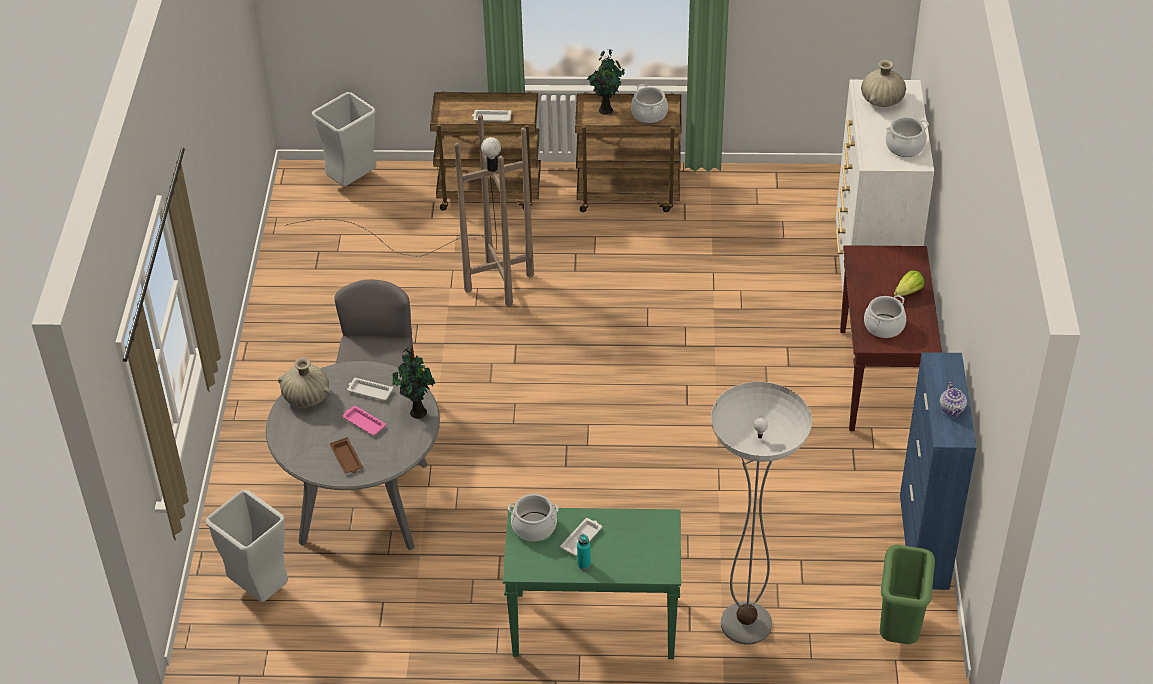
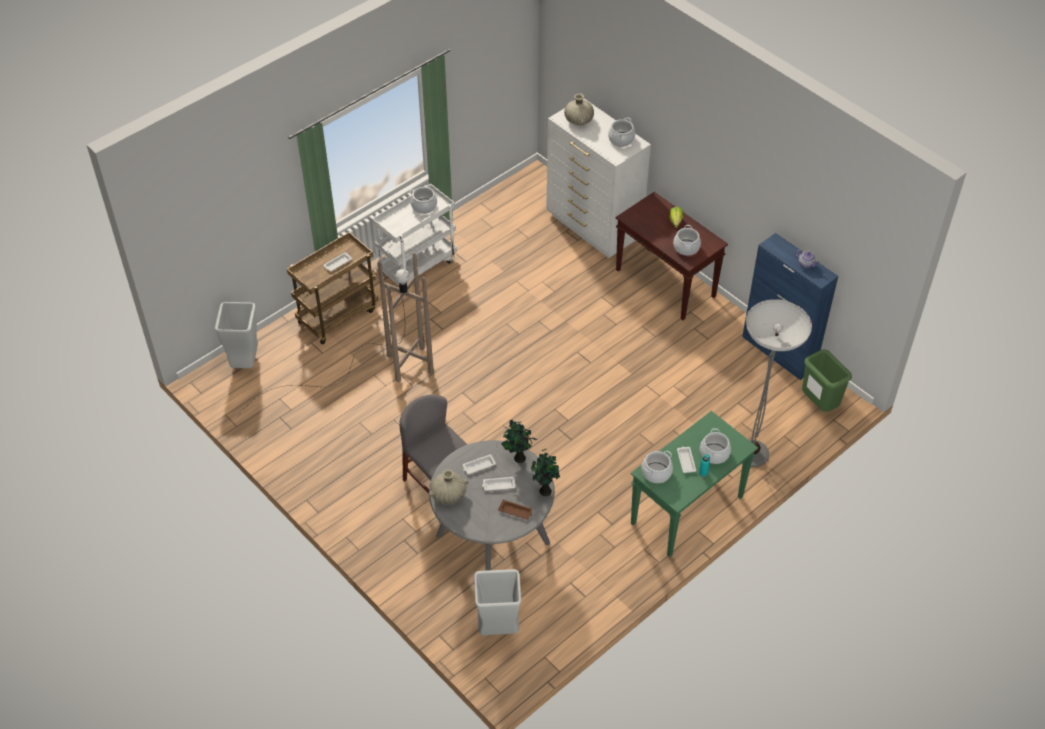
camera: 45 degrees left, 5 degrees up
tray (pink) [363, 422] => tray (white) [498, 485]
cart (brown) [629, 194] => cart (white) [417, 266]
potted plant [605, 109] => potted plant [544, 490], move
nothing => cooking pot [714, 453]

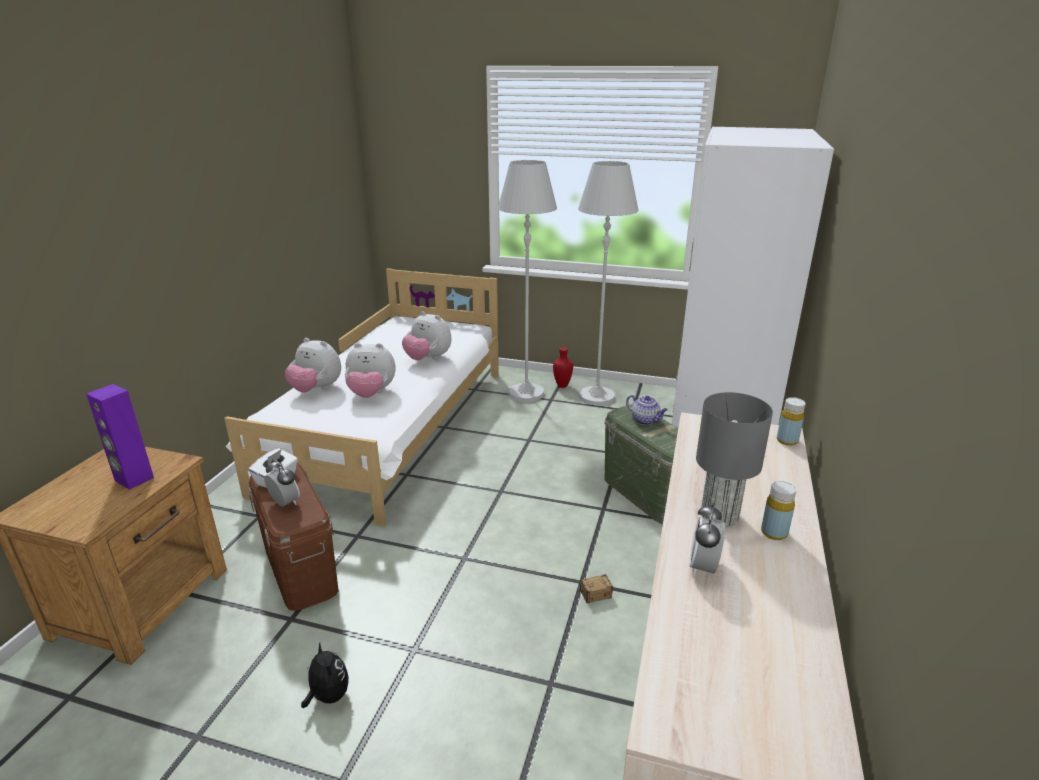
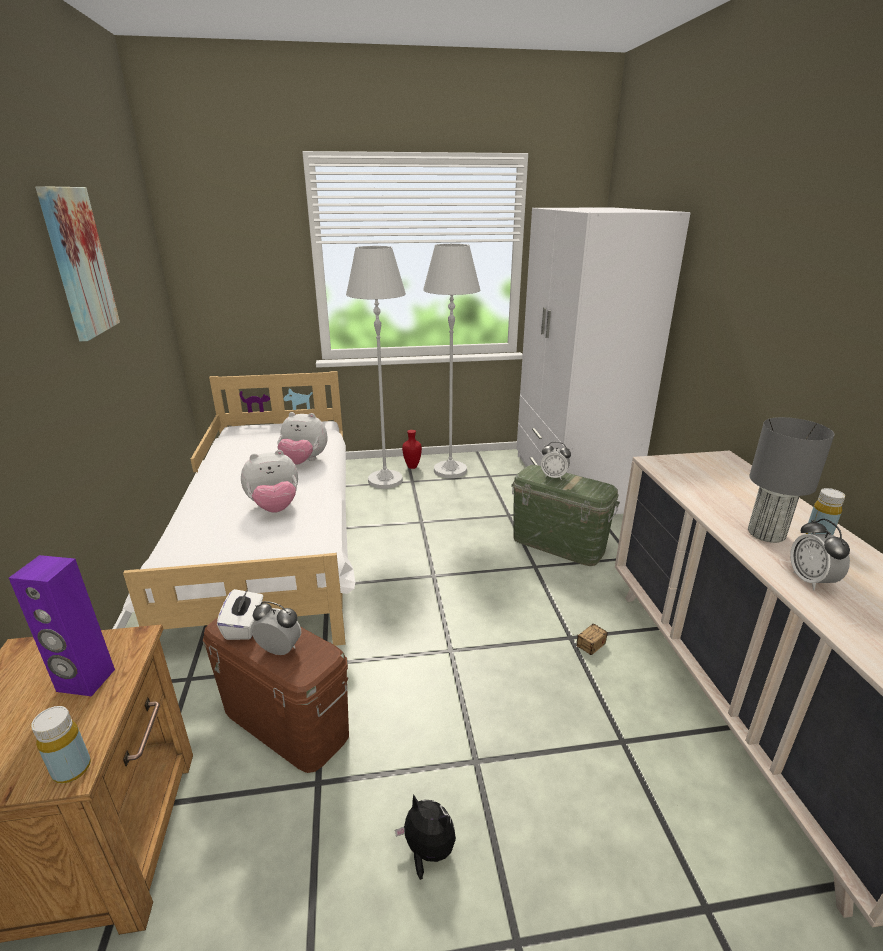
camera: 25 degrees left, 0 degrees up
plush toy [316, 389] => nothing
teapot [645, 420] => alarm clock [554, 476]
bottle (yellow) [787, 441] => bottle (yellow) [72, 769], move
nothing => picture [78, 263]

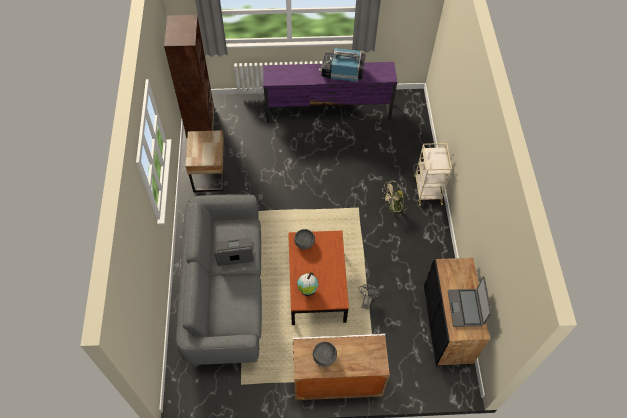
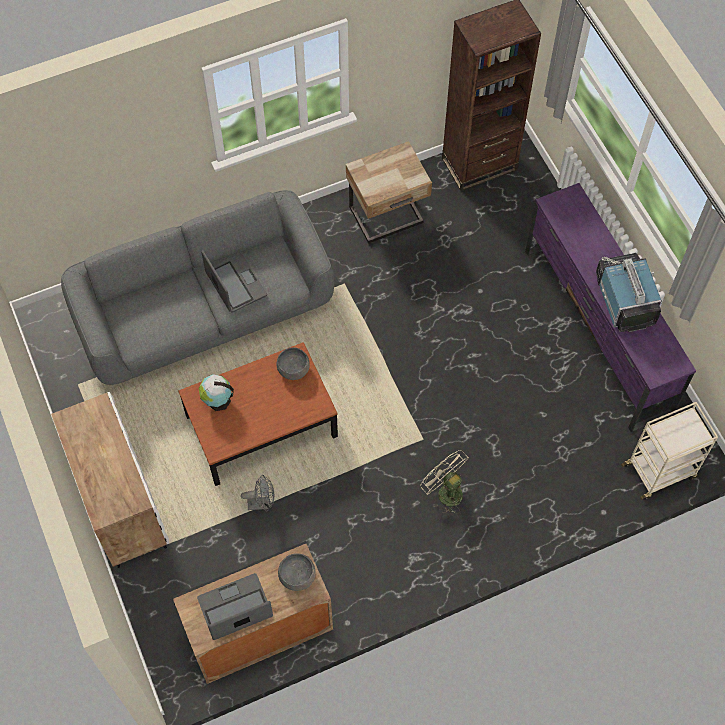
camera: 70 degrees right, 5 degrees up
bowl (grey) [324, 357] => bowl (grey) [297, 577], move
cart (beige) [427, 190] => cart (beige) [660, 470], move

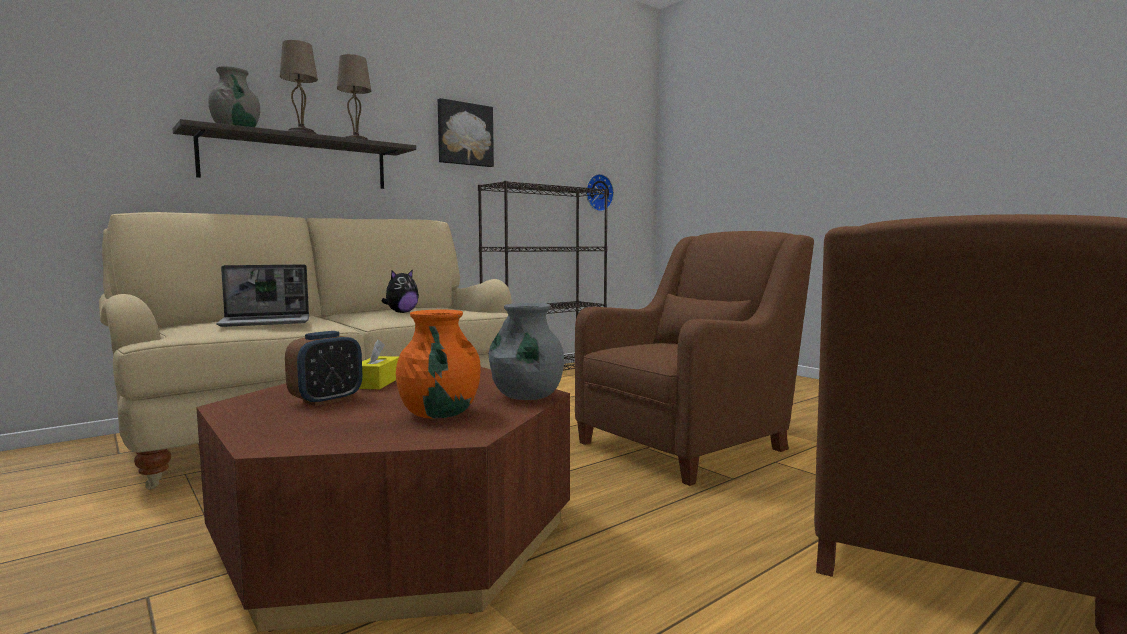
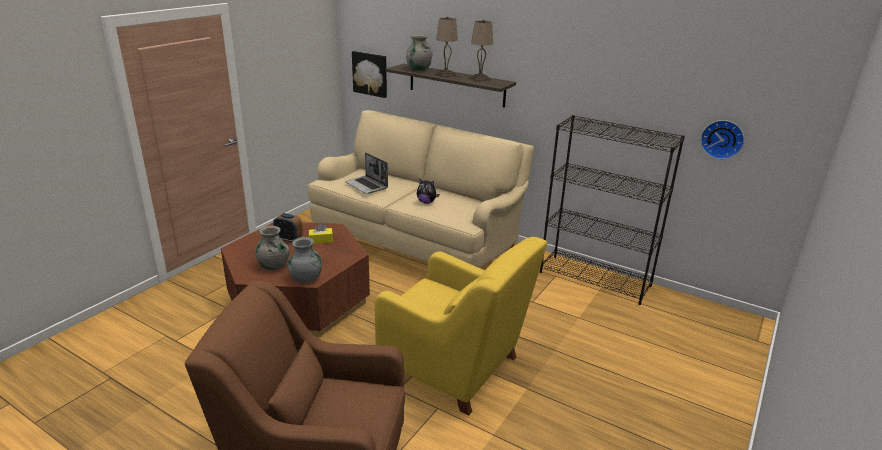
camera: 70 degrees right, 20 degrees up
vase (orange) [439, 413] => vase (grey) [274, 266]
picture [464, 134] => picture [370, 74], move
armchair (brown) [688, 444] => armchair (yellow) [454, 367]

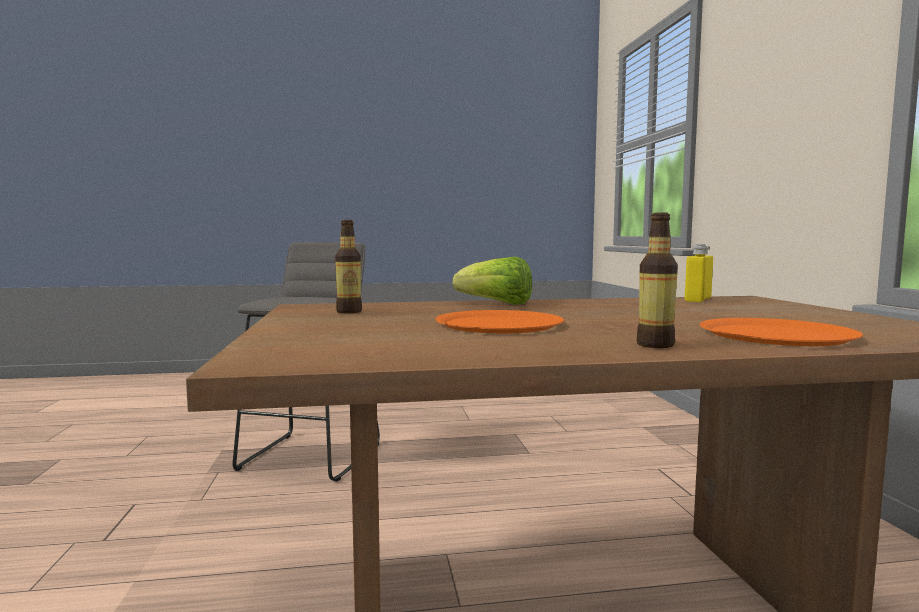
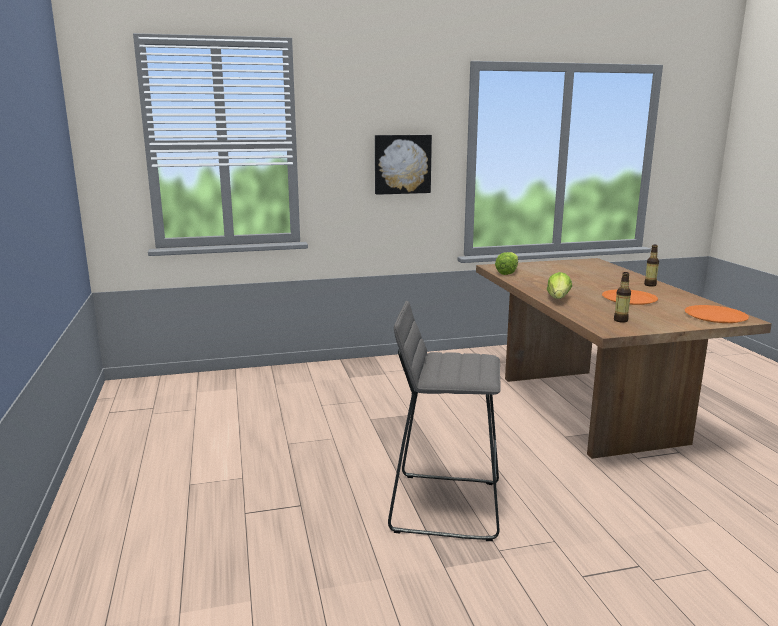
camera: 95 degrees left, 10 degrees up
bottle (yellow) [698, 300] => lettuce [507, 272]
plate (orange) [775, 334] => plate (orange) [715, 315], move
nothing => picture [402, 164]

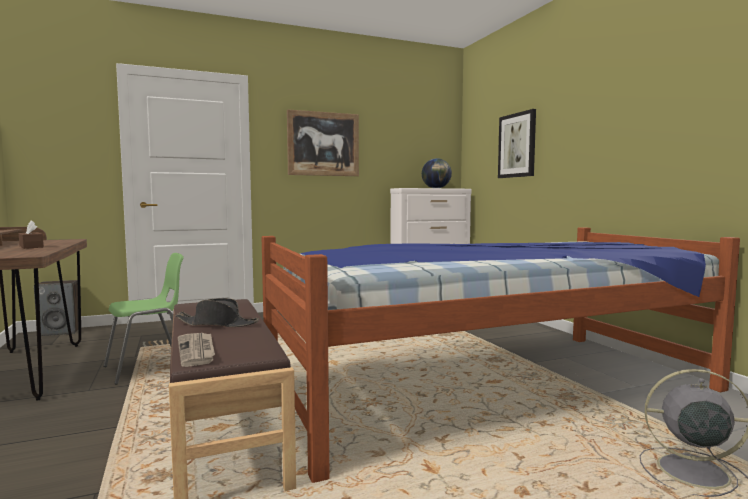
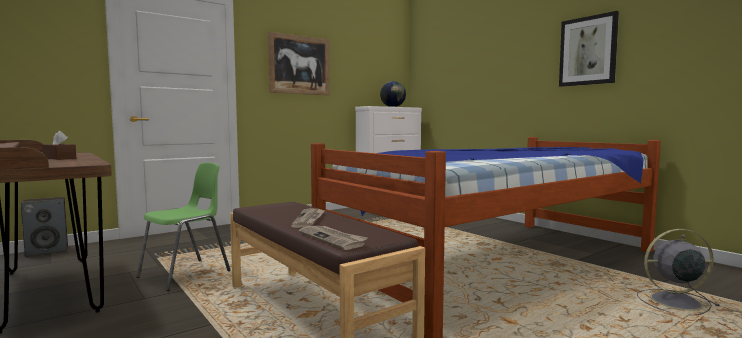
camera: 15 degrees left, 0 degrees up
hat (black) [218, 324] => newspaper [309, 220]
picture [517, 145] => picture [588, 51], move

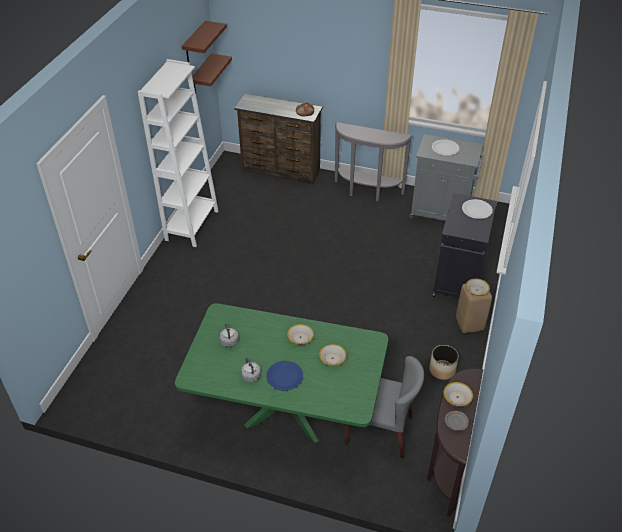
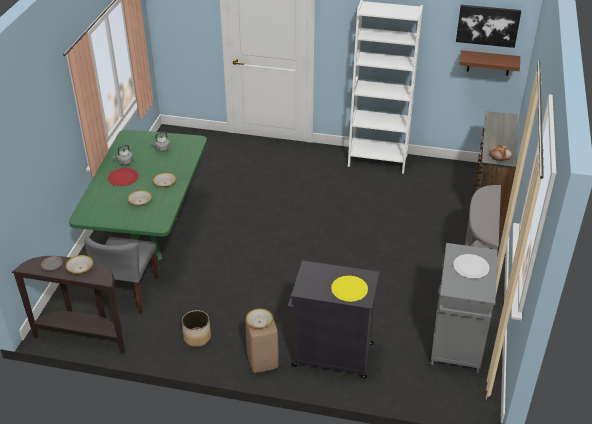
camera: 85 degrees right, 5 degrees down
shelf (brown) [194, 43] => picture [487, 25]
plate (blue) [284, 376] => plate (red) [123, 178]
plate (white) [476, 210] => plate (yellow) [349, 289]

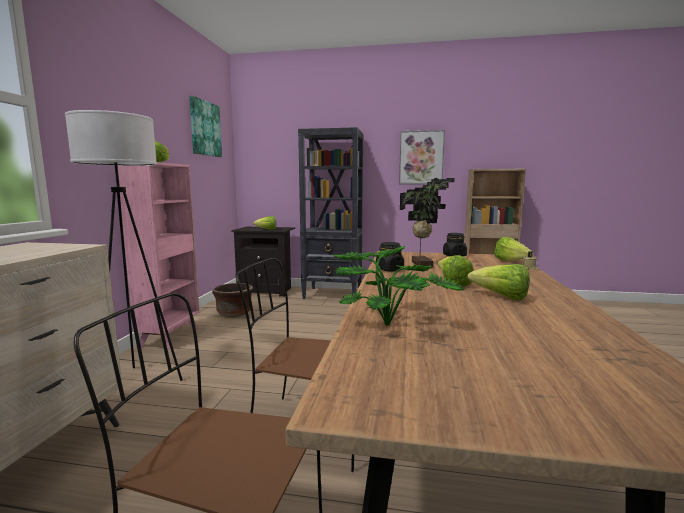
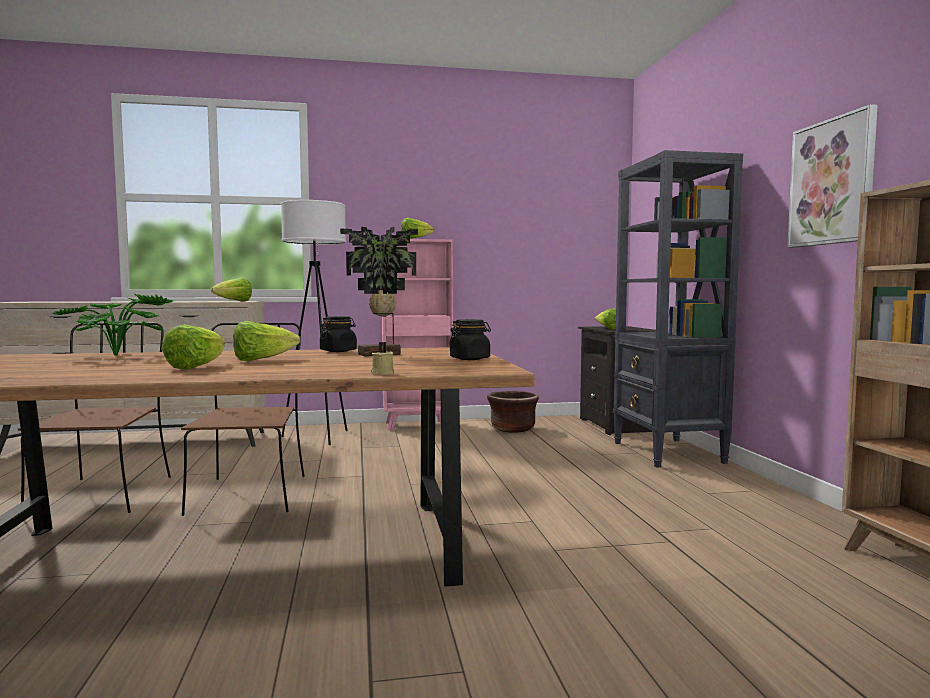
camera: 70 degrees right, 5 degrees down
picture [204, 128] => nothing
lettuce [511, 262] => lettuce [234, 301], move

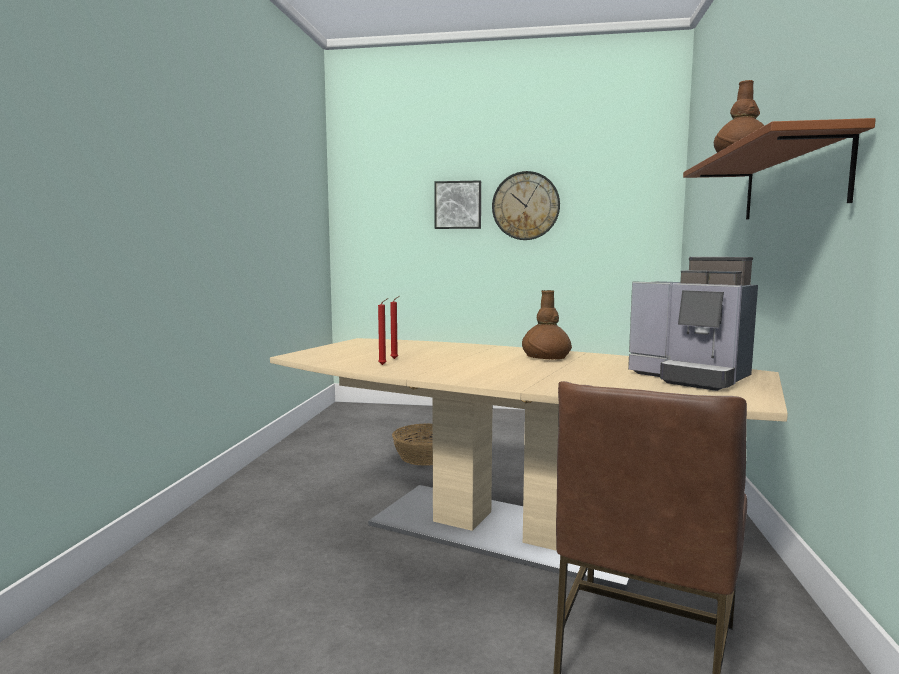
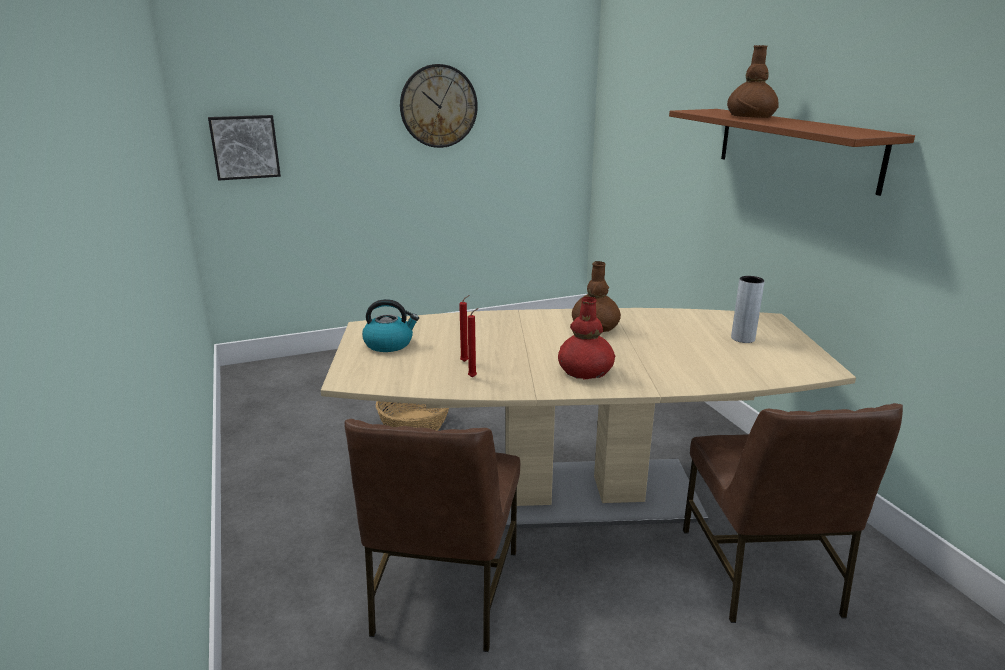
camera: 30 degrees left, 15 degrees up
picture [458, 205] => picture [245, 147], move
coffee machine [690, 378] => vase (grey) [742, 338]
nothing => chair (brown) [443, 593]
nothing => kettle [389, 344]
nothing => vase (red) [585, 371]

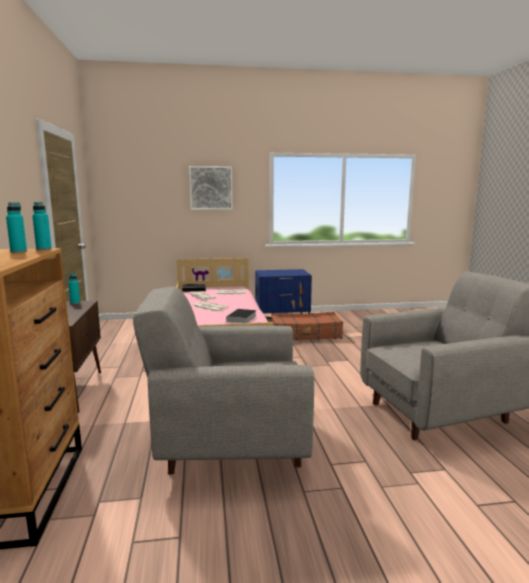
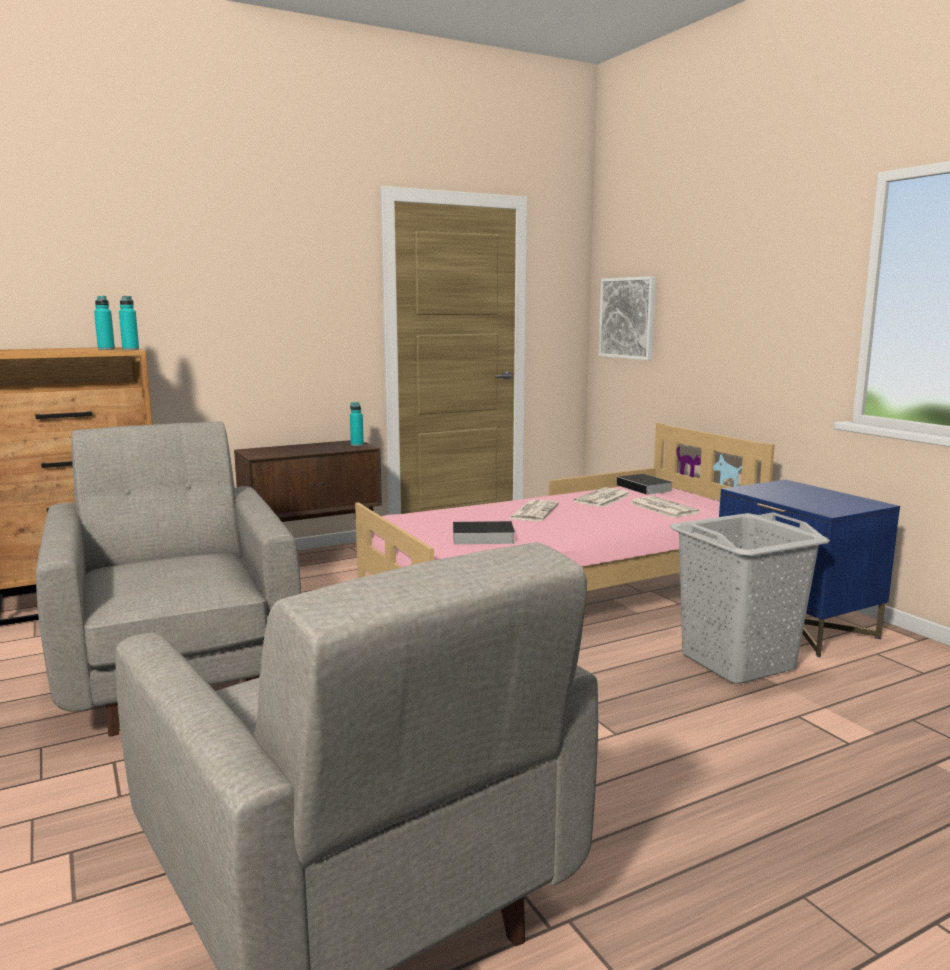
camera: 70 degrees right, 0 degrees up
picture [211, 188] => picture [628, 318], move
suitcase (brown) [306, 334] => laundry basket (grey) [738, 662]

